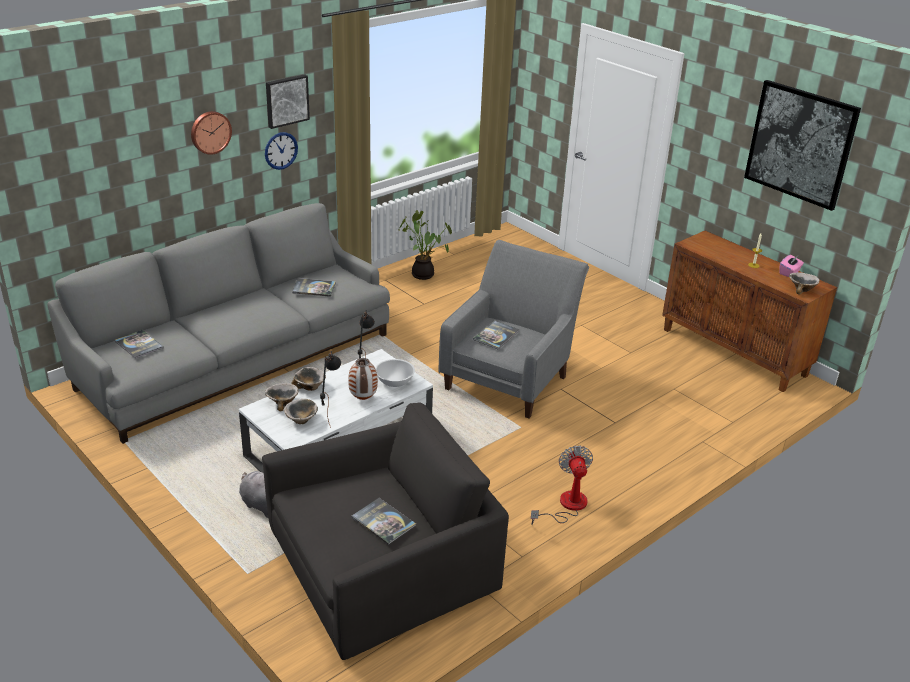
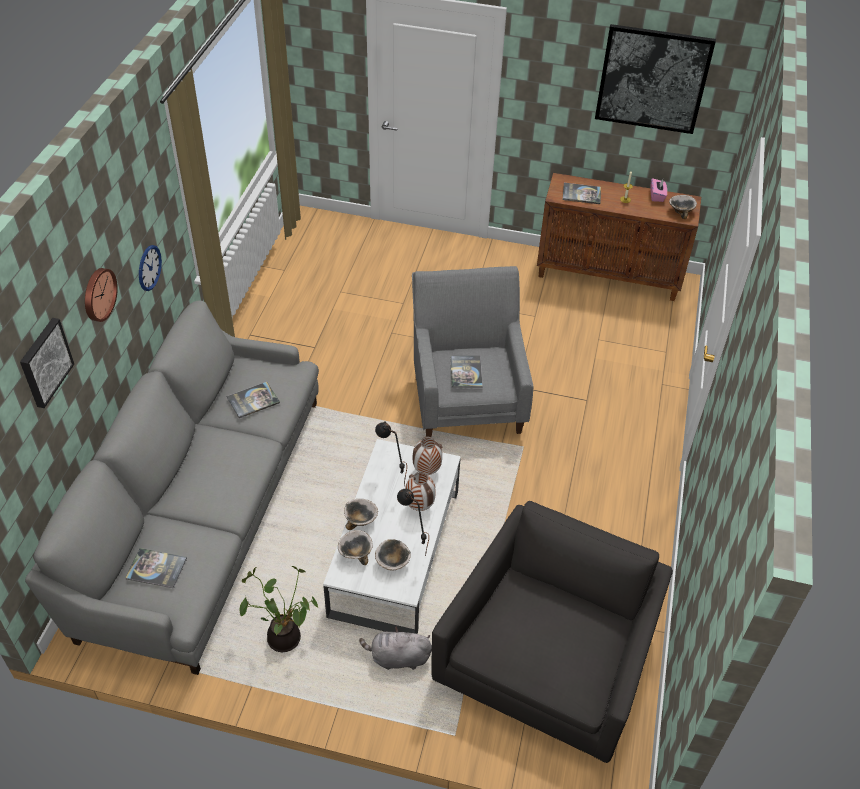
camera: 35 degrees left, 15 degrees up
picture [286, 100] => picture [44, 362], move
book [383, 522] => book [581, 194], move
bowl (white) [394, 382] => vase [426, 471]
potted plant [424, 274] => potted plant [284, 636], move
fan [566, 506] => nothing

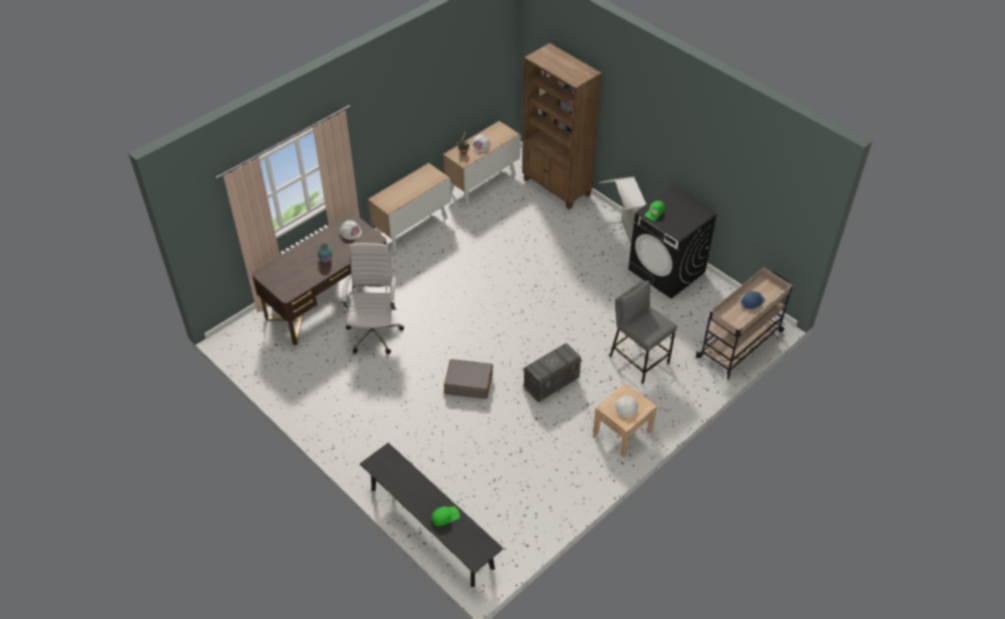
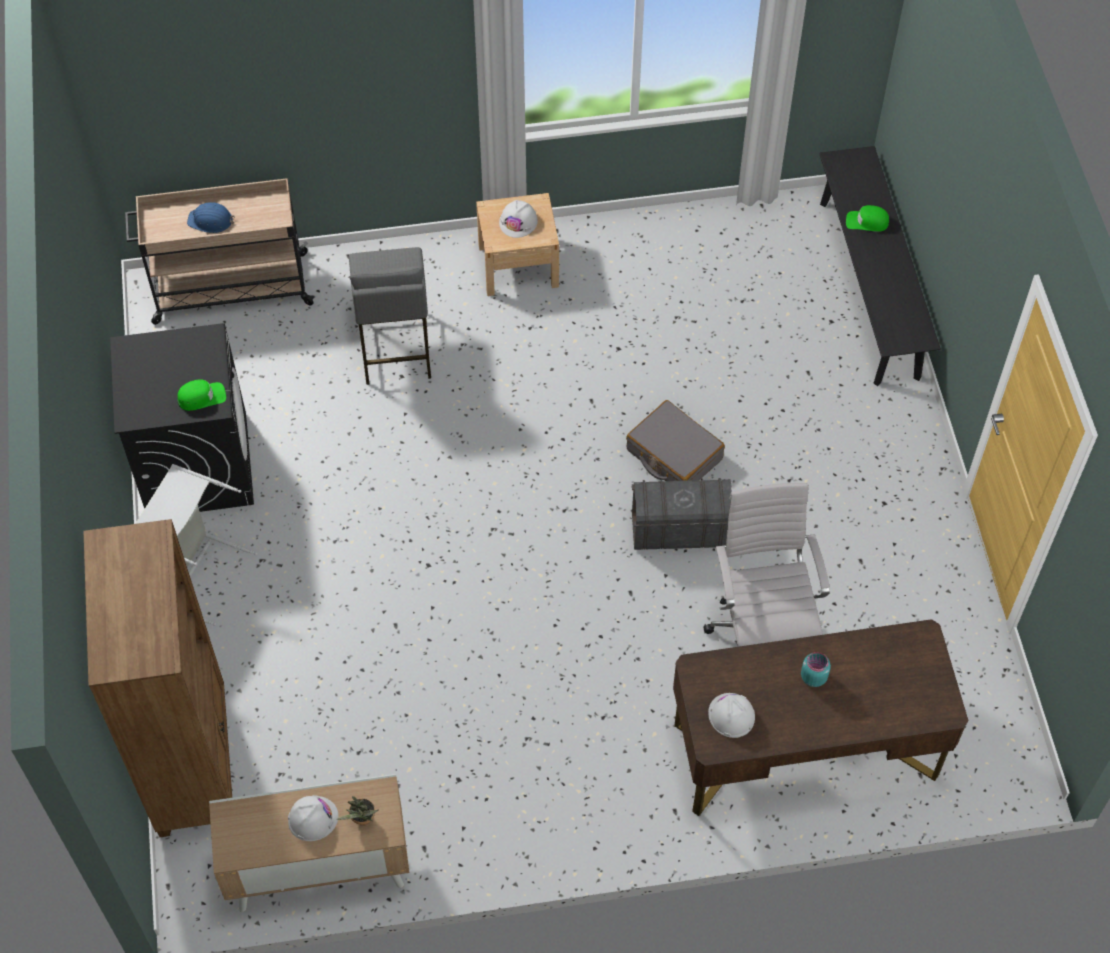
camera: 145 degrees left, 10 degrees up
office chair (white) [374, 332] => office chair (white) [761, 633], 135 degrees clockwise
cabinet [412, 227] => nothing
storage box (grey) [552, 383] => storage box (grey) [679, 530], move

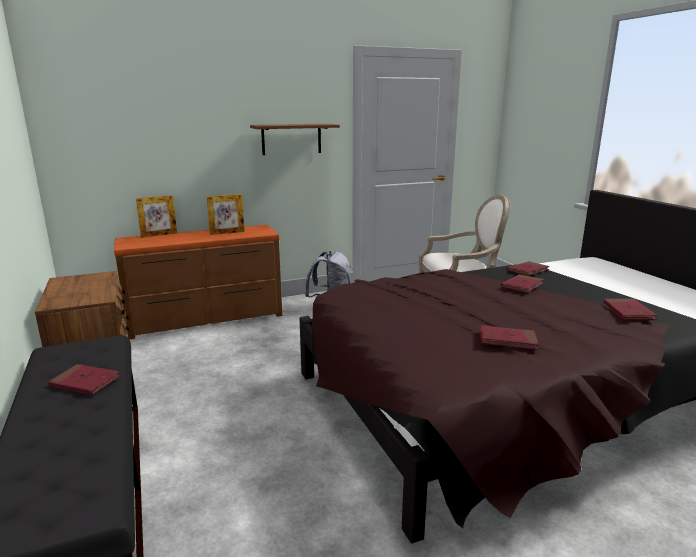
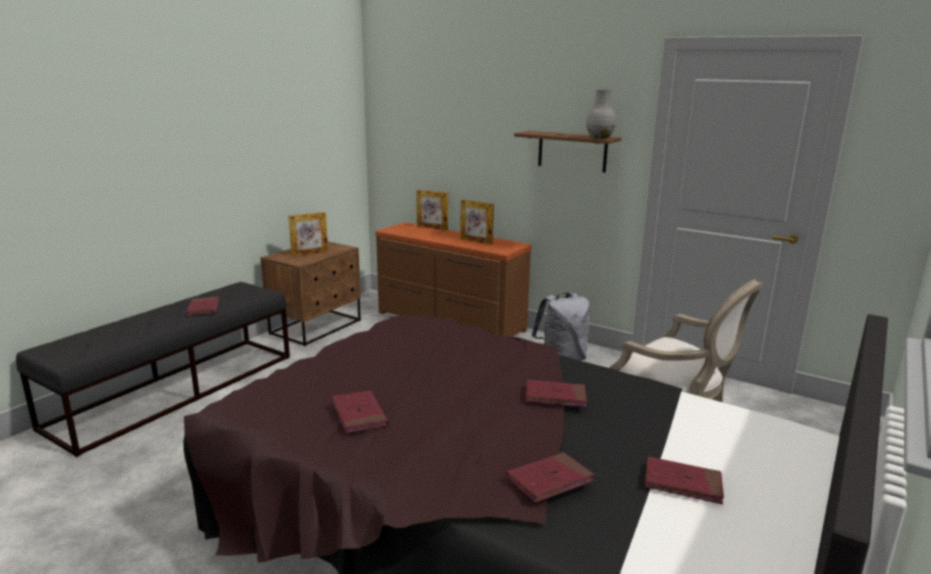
camera: 55 degrees right, 0 degrees up
book (red) [527, 270] => book (red) [682, 483], move
nothing => picture frame [310, 253]
nothing => vase (grey) [599, 137]

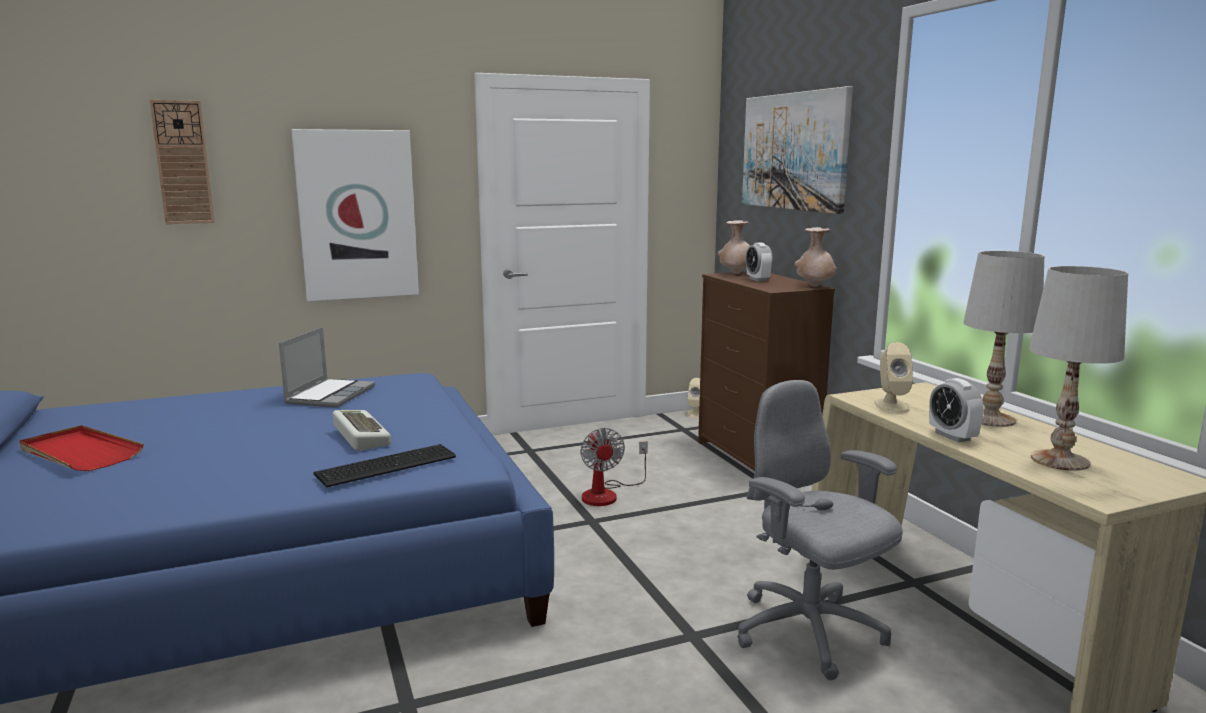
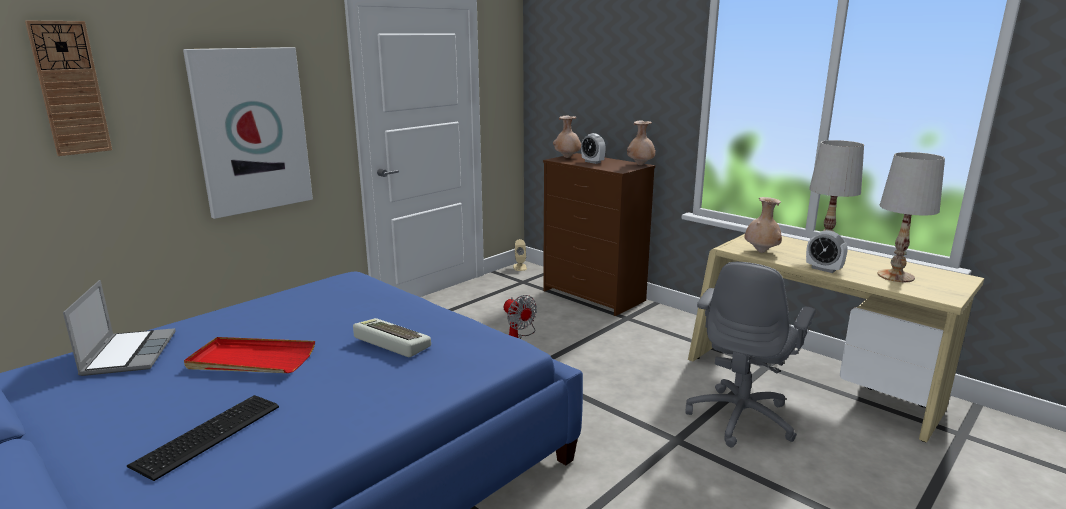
camera: 25 degrees left, 5 degrees up
tray (red) [79, 453] => tray (red) [251, 360], move
laptop [330, 395] => laptop [129, 353], move
keyboard [384, 465] => keyboard [205, 435], move
office chair (grey) [809, 633] => office chair (grey) [741, 418], 90 degrees counterclockwise
picture [794, 151] => nothing
speaker (beige) [891, 406] => vase (beige) [761, 252]

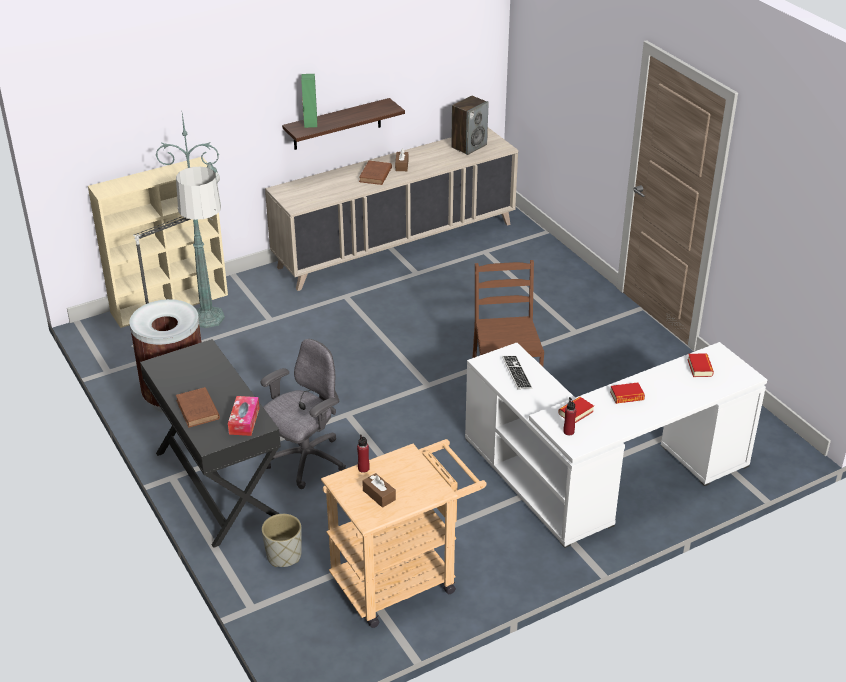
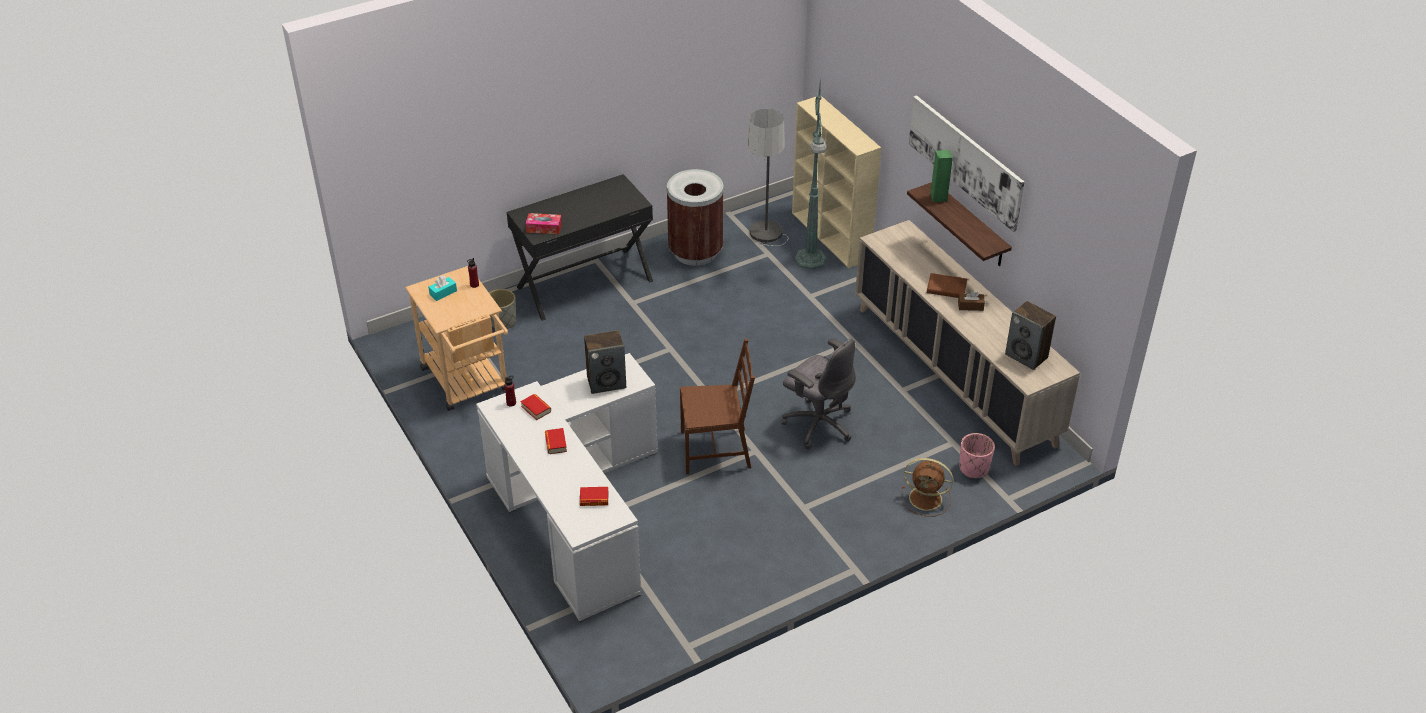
camera: 90 degrees right, 5 degrees up
book (brown) [198, 411] => nothing
office chair (grey) [305, 461] => office chair (grey) [818, 424], move
tissue box (brown) [379, 495] => tissue box (turquoise) [443, 293]
keyboard [516, 373] => speaker [606, 382]
nothing => fan (brown) [927, 499]
nothing => picture [965, 161]
nothing => planter (pink) [974, 468]

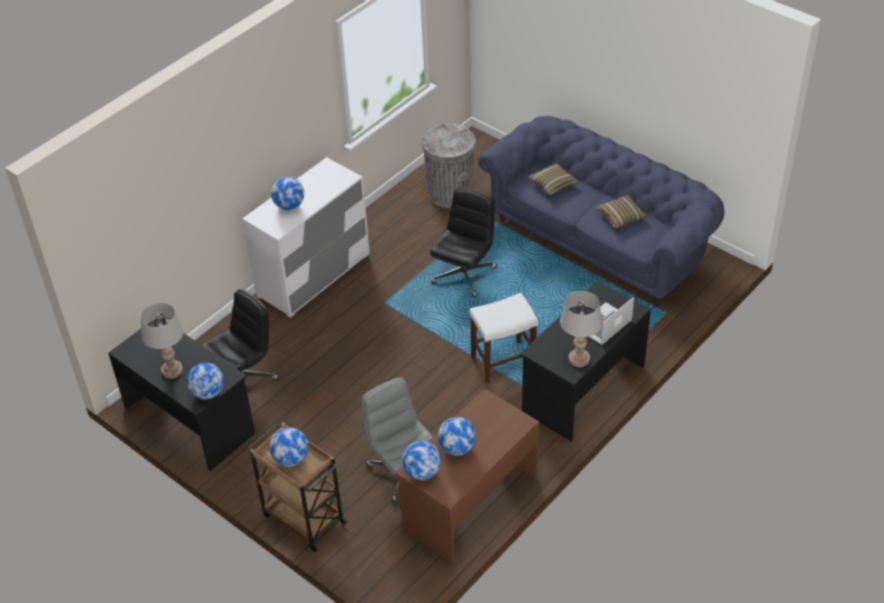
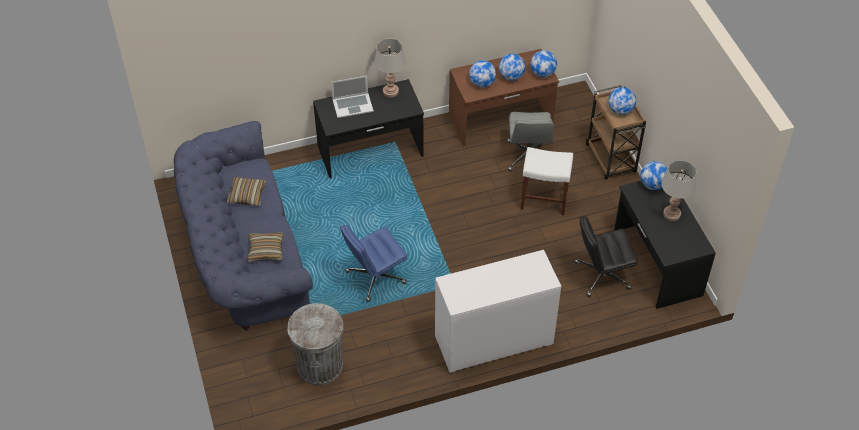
camera: 150 degrees left, 5 degrees up
globe [289, 205] => globe [482, 83], move
office chair (black) [464, 274] => office chair (blue) [375, 278]
stool (white) [504, 361] => stool (white) [543, 200], move

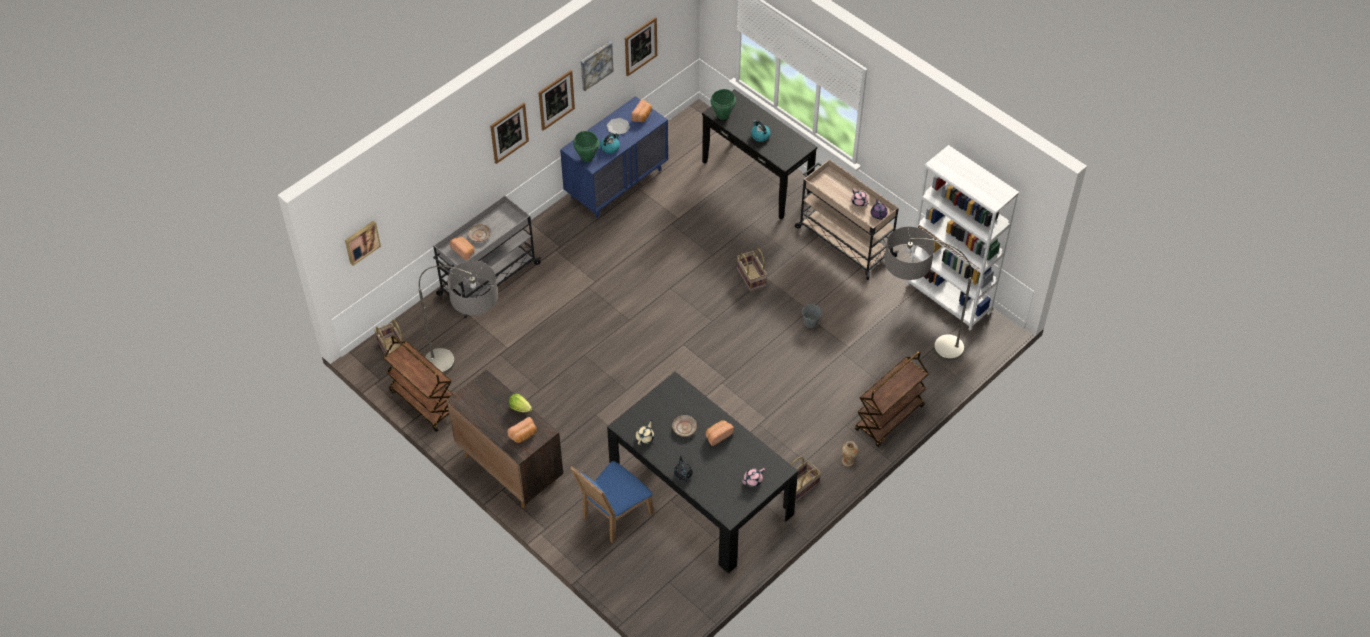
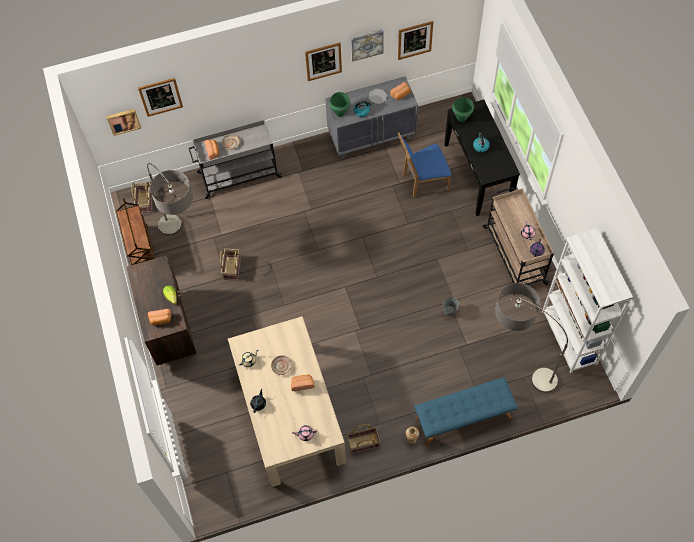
camera: 30 degrees right, 10 degrees up
picture [509, 133] => picture [160, 97], move
dresser (blue) [616, 183] => dresser (grey) [372, 136]
chair (blue) [613, 516] => chair (blue) [423, 181], move
dining table (black) [700, 492] => dining table (beige) [289, 412]
basket [750, 277] => basket [231, 268], move
cart (brown) [889, 419] => bench (blue) [463, 418]

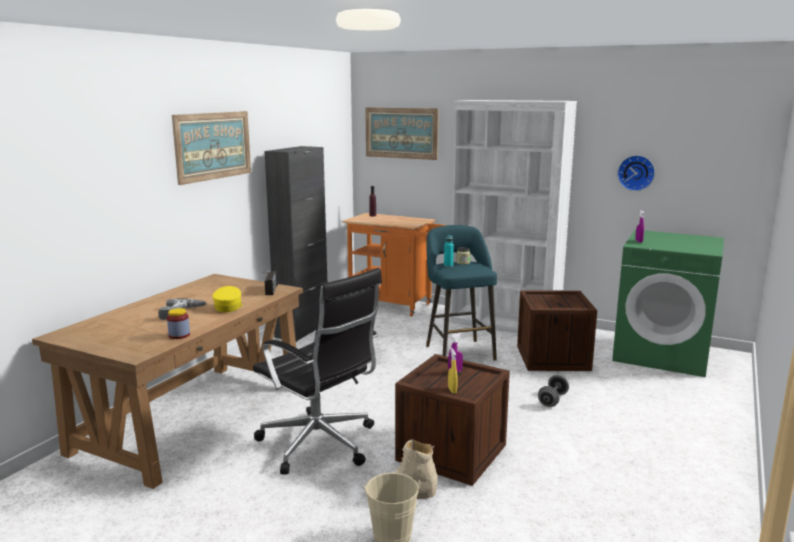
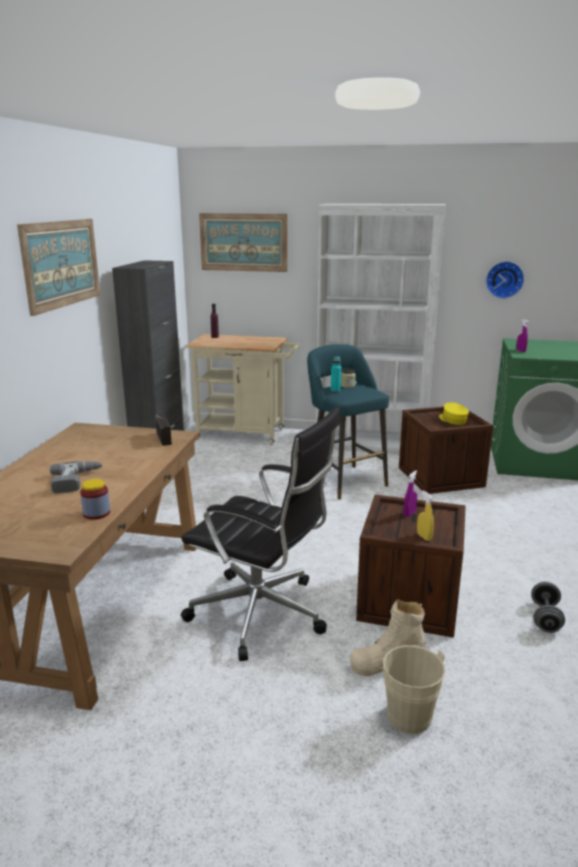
camera: 15 degrees left, 5 degrees up
cap (yellow) [228, 306] => cap (yellow) [452, 420], move
cart (orange) [394, 305] => cart (beige) [246, 434]
dumbbell (grey) [552, 400] => dumbbell (grey) [545, 618], move

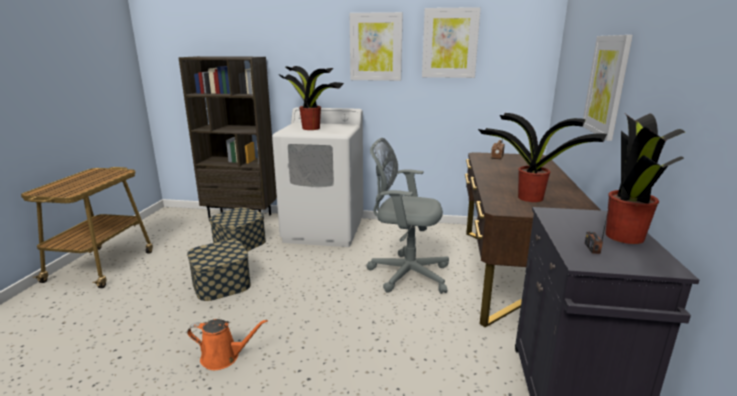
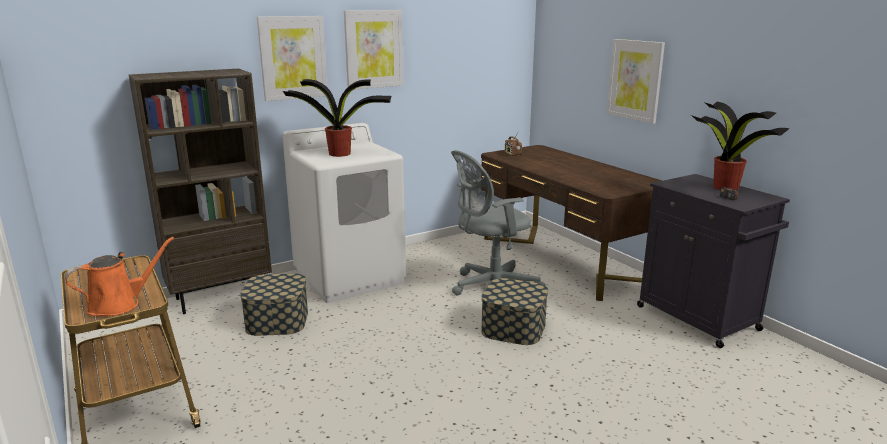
camera: 40 degrees left, 0 degrees up
storage box [221, 284] => storage box [513, 327], move
watering can (orange) [224, 357] => watering can (orange) [119, 304], move
picture [450, 43] => picture [293, 58], move
potted plant [528, 197] => nothing

